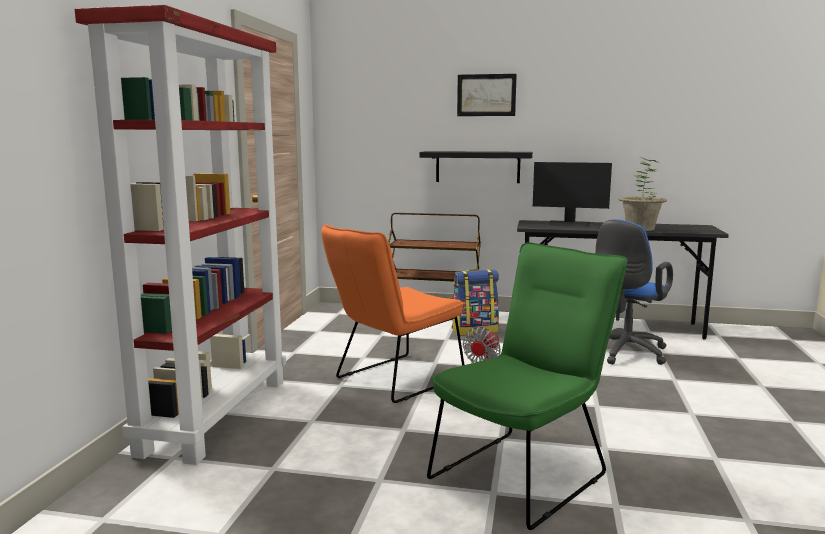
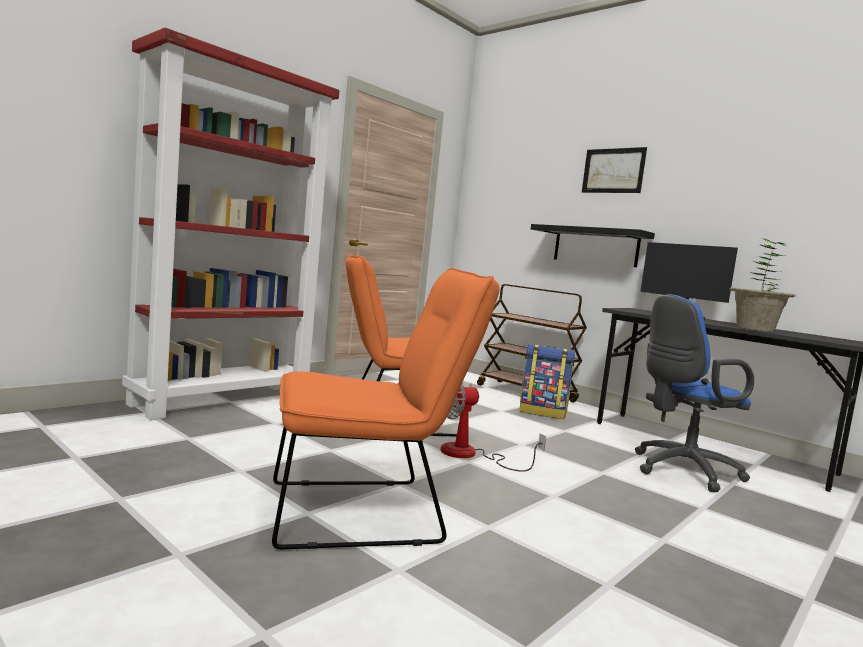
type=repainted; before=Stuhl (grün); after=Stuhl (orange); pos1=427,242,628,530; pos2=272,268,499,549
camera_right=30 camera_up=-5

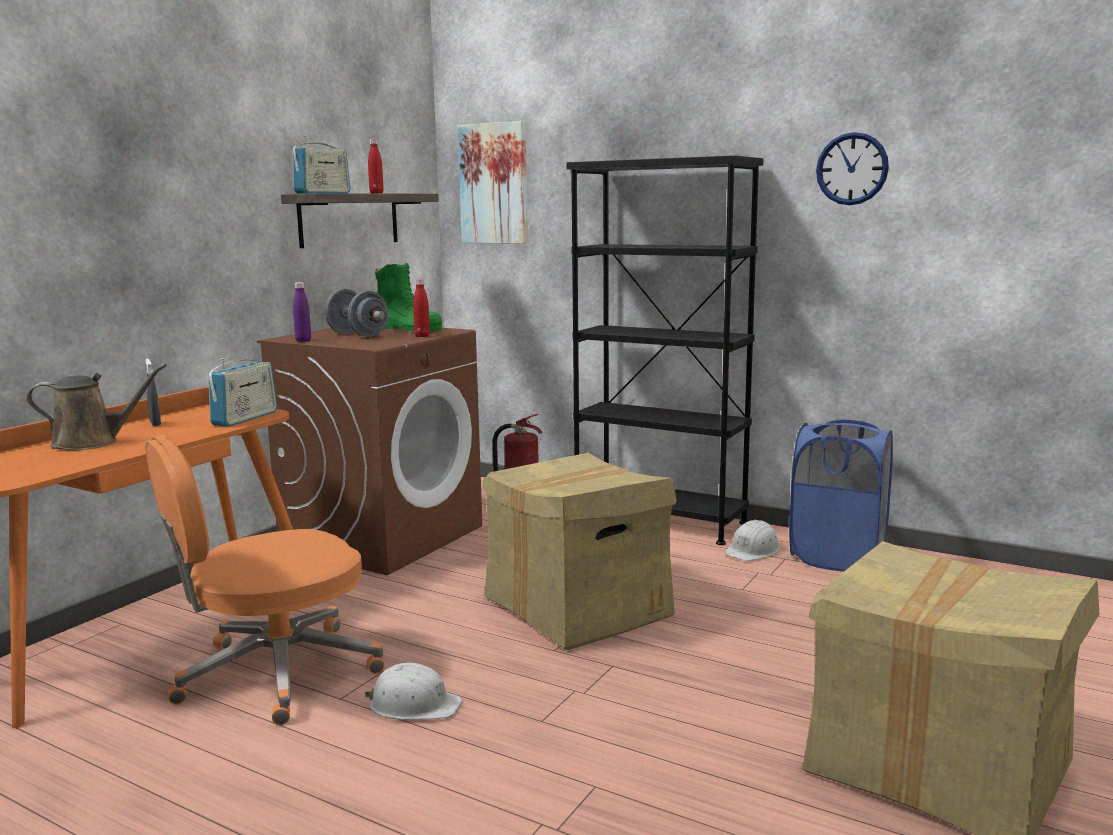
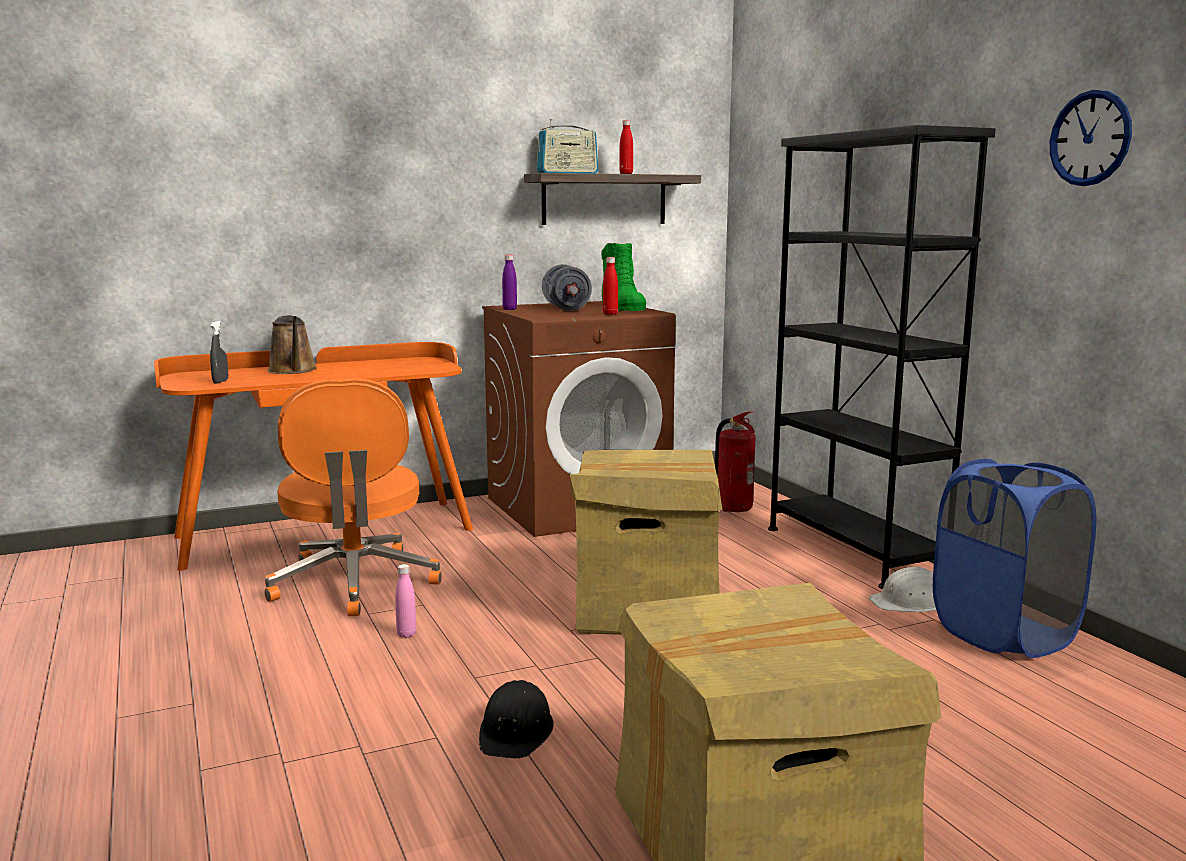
type=gone; before=Bild; pos1=458,121,528,244
type=gone; before=Radio; pos1=208,358,277,427
type=shifted; before=Sprühflasche (grau); pos1=146,359,161,426; pos2=210,321,228,383
type=rotated; before=Gießkanne (braun); pos1=27,364,167,450; pos2=268,315,317,374; turn=45
type=rotated; before=Bürostuhl (orange); pos1=145,435,384,725; pos2=264,378,442,616; turn=-105
type=swapped; before=Schutzhelm (weiß); after=Flasche (rosa); pos1=365,663,462,720; pos2=395,564,416,638
type=new; after=Schutzhelm (schwarz); pos2=479,680,554,758
camera_right=35 camera_up=0

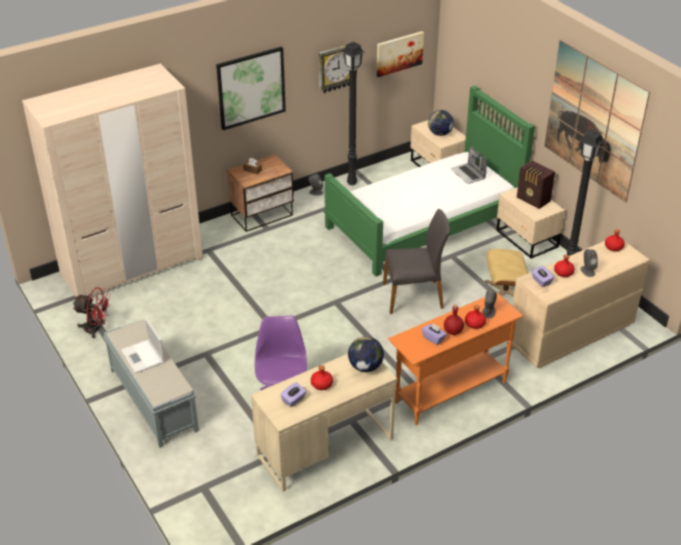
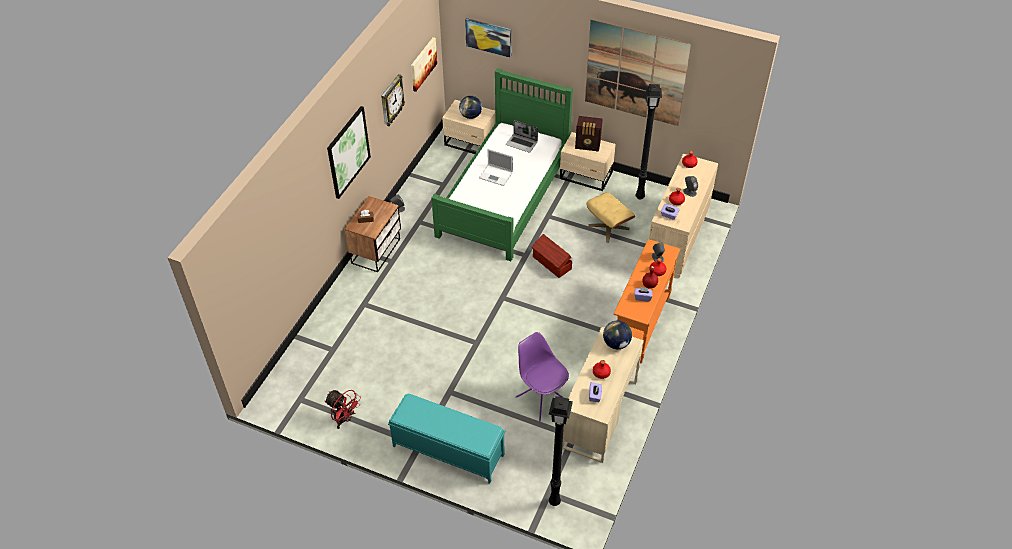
type=shifted; before=Stehlampe (schwarz); pos1=341,42,364,185; pos2=549,396,573,506
type=gone; before=Kleiderschrank (beige); pos1=22,63,203,297
type=swapped; before=Stuhl (grau); after=Aufbewahrungsbox (braun); pos1=383,209,450,314; pos2=531,234,572,278
type=rotated; before=Ventilator (rot); pos1=73,287,110,338; pos2=325,390,361,429; turn=60
type=shifted; before=Laptop; pos1=121,318,165,373; pos2=479,149,513,186
type=repainted; before=Bank (grau); after=Bank (türkis); pos1=103,320,199,448; pos2=388,394,506,484
type=new; after=Bild; pos2=465,18,511,58
camera_right=-35 camera_up=10

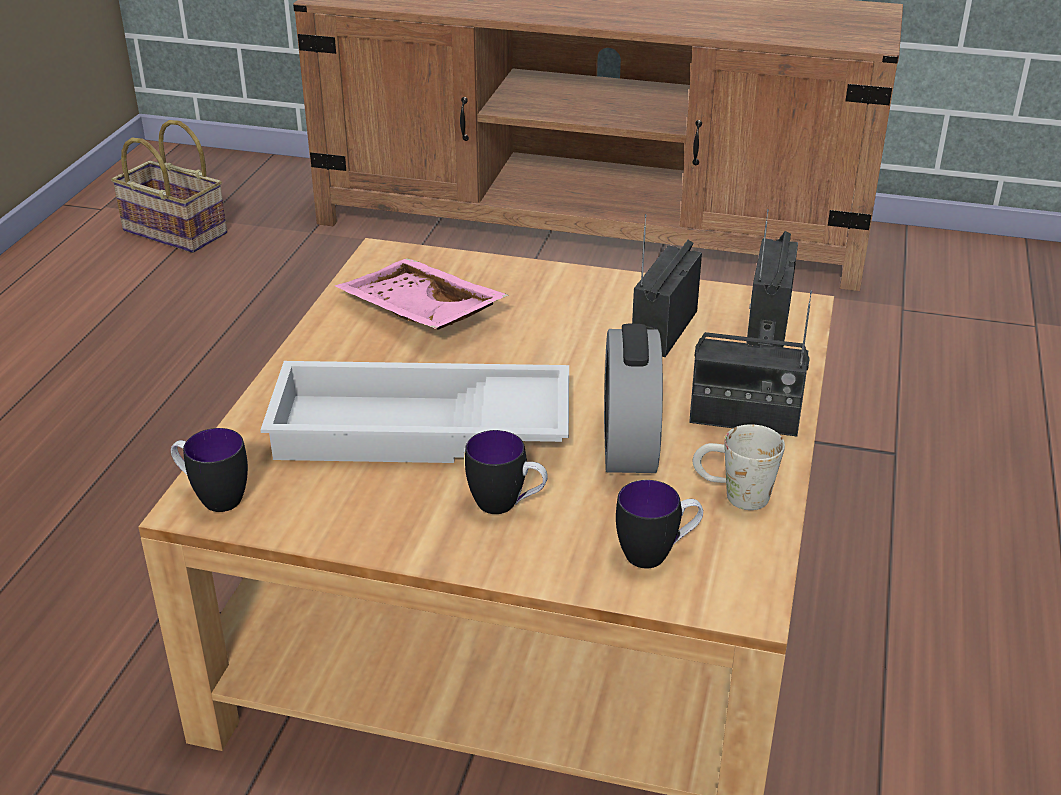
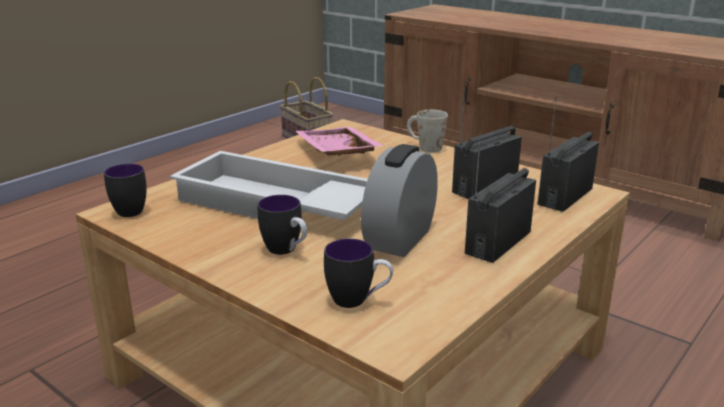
type=rotated; before=Radio; pos1=689,290,812,436; pos2=465,132,536,263; turn=90
type=shifted; before=Henkelbecher (weiß); pos1=693,424,785,510; pos2=407,110,448,153
camera_right=25 camera_up=-10

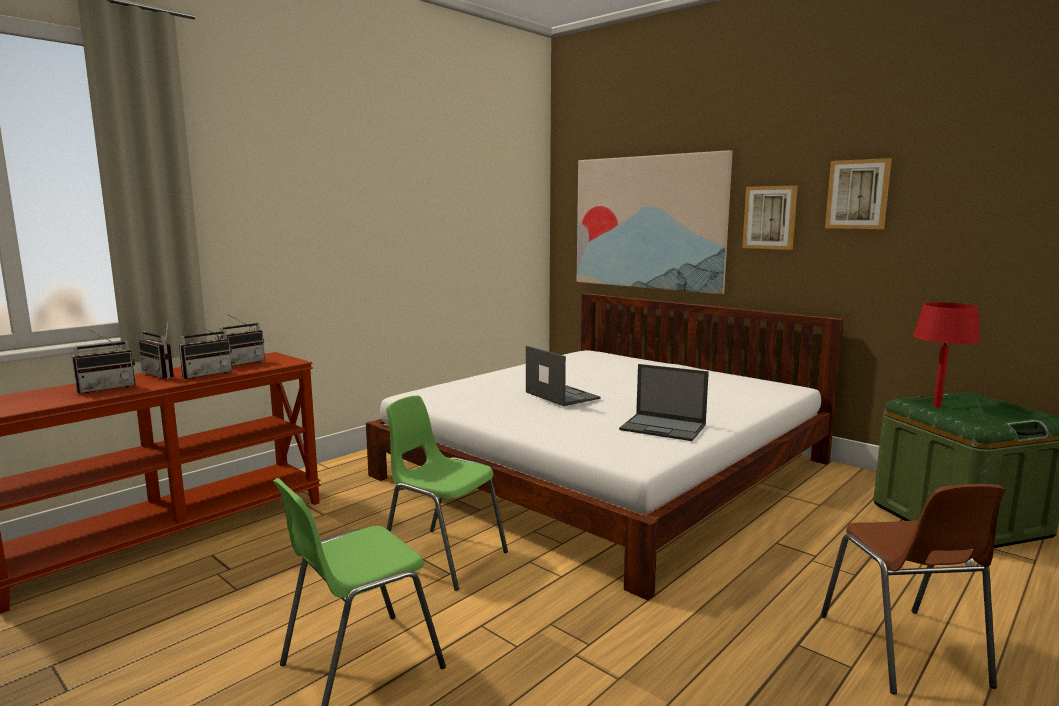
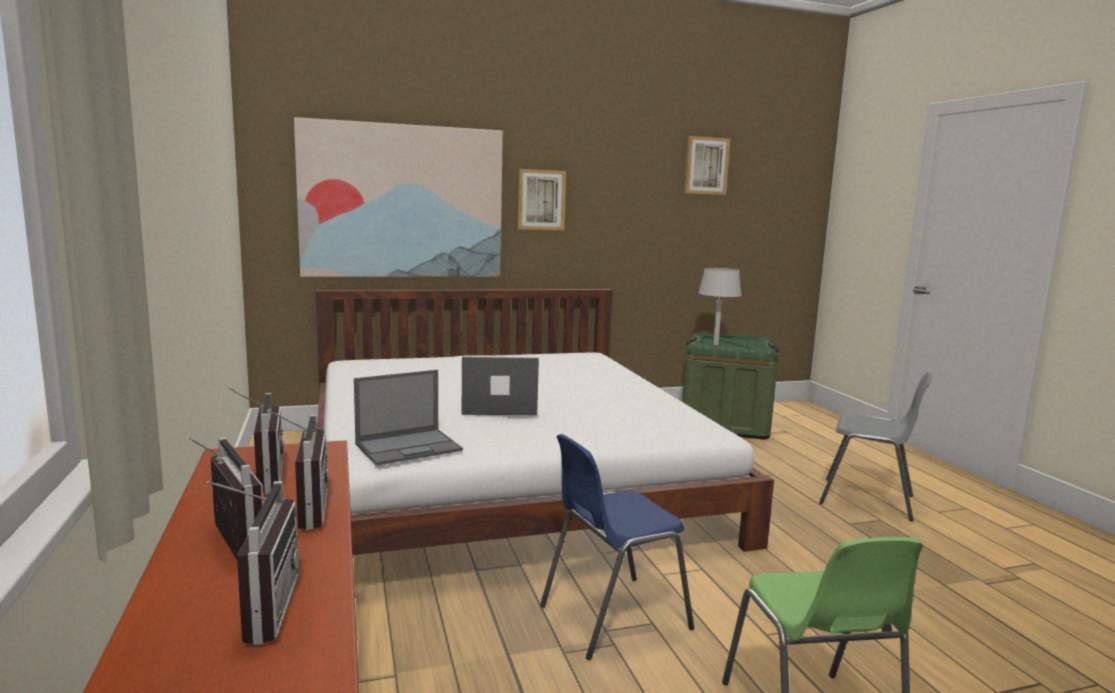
type=shifted; before=Bild; pos1=825,158,892,229; pos2=684,136,730,195
type=repainted; before=Tischlampe (rot); after=Tischlampe (grau); pos1=913,302,980,407; pos2=699,268,742,346
type=rotated; before=Radio; pos1=138,319,174,379; pos2=187,437,264,559; turn=-105
type=shifted; before=Laptop; pos1=619,364,709,441; pos2=354,370,463,466
type=repainted; before=Stuhl (grün); after=Stuhl (blau); pos1=386,395,508,591; pos2=540,434,694,660
type=repainted; before=Stuhl (braun); after=Stuhl (grau); pos1=821,484,1005,694; pos2=819,372,932,521
camera_right=-60 camera_up=0

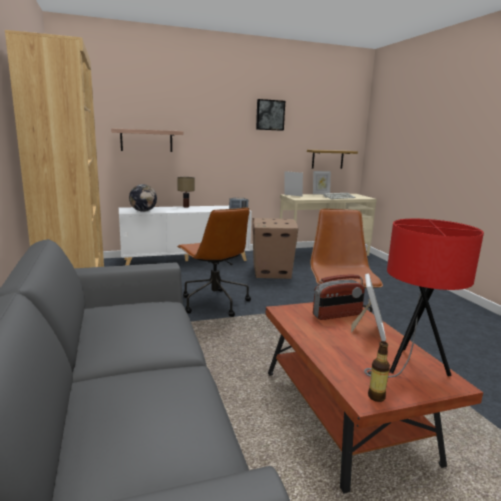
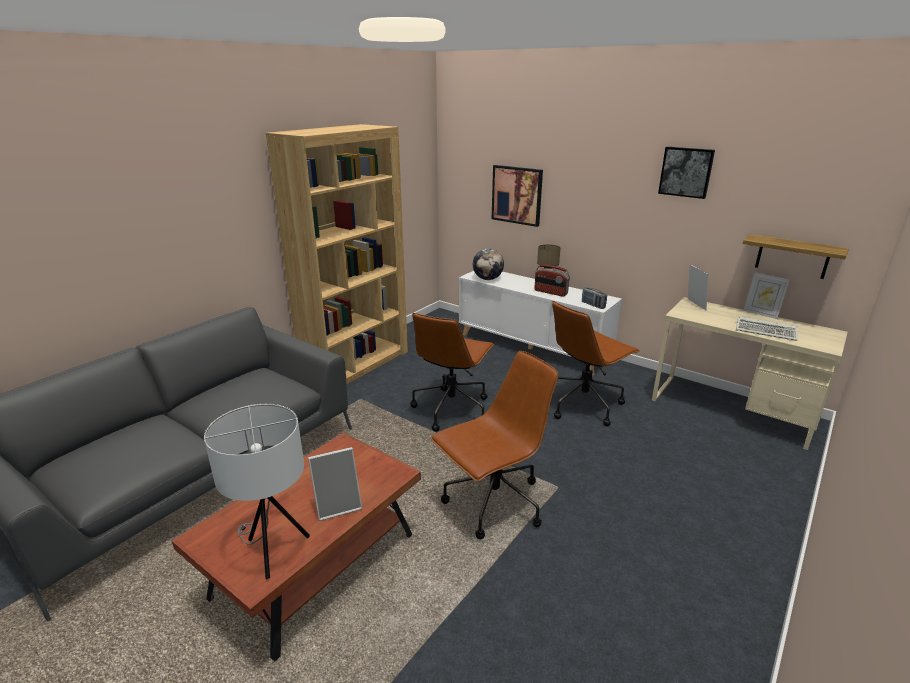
type=swapped; before=Wandregal; after=Bild; pos1=111,128,183,152; pos2=492,165,543,227
type=swapped; before=Karton; after=Bürostuhl (braun); pos1=253,218,298,279; pos2=552,301,640,426
type=repainted; before=Tischlampe (rot); after=Tischlampe (weiß); pos1=364,219,484,378; pos2=204,404,310,579
type=shifted; before=Radio; pos1=313,275,365,320; pos2=534,264,570,297
type=gone; before=Flasche; pos1=368,341,390,402
camera_right=55 camera_up=10

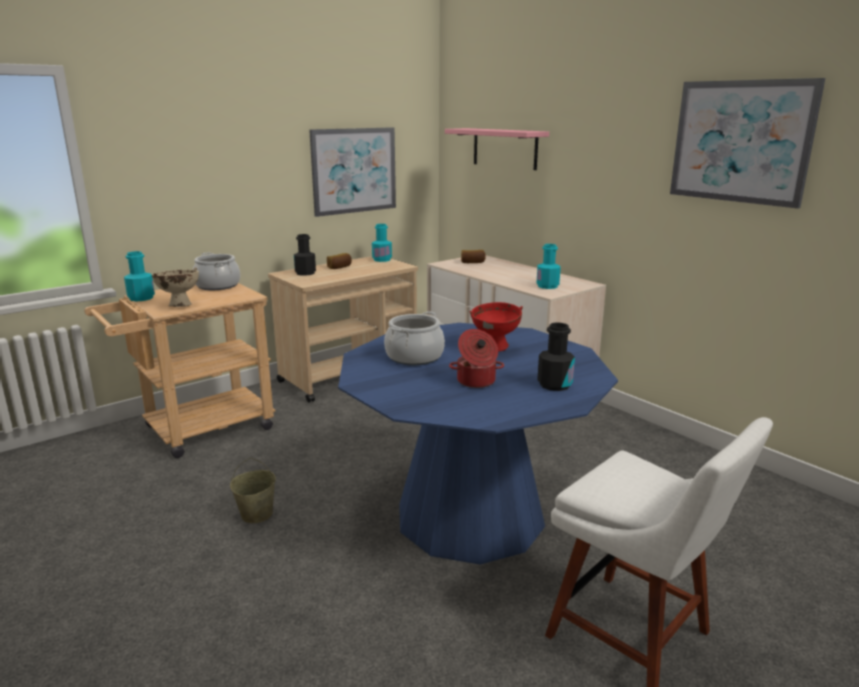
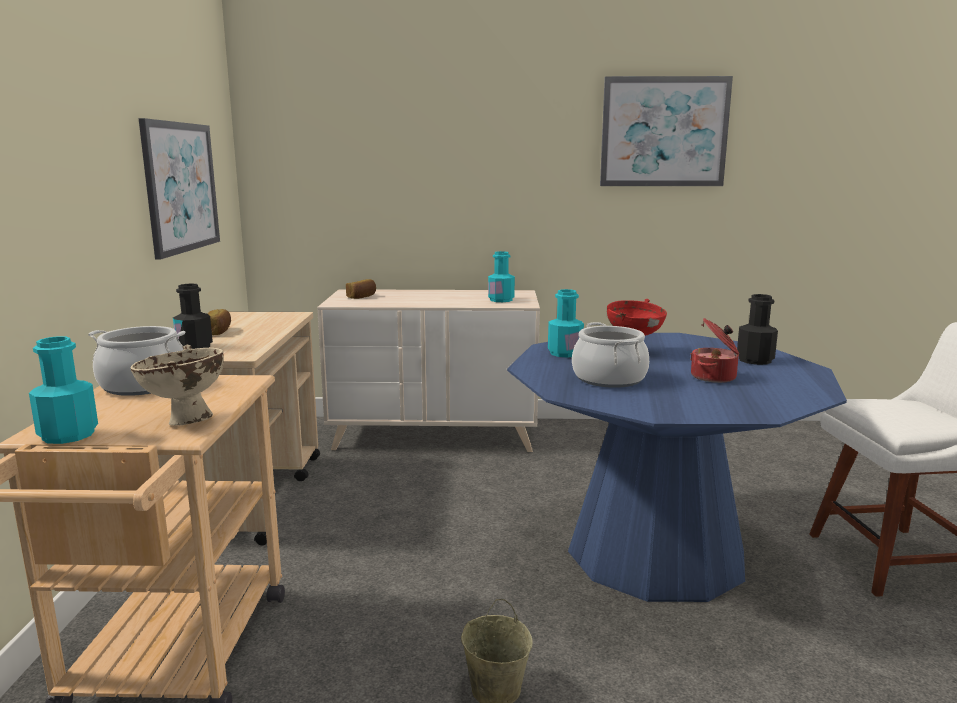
type=gone; before=Wandregal (rosa); pos1=445,128,549,170
type=shifted; before=Flasche (türkis); pos1=372,224,392,262; pos2=548,289,584,358
camera_right=-50 camera_up=-5

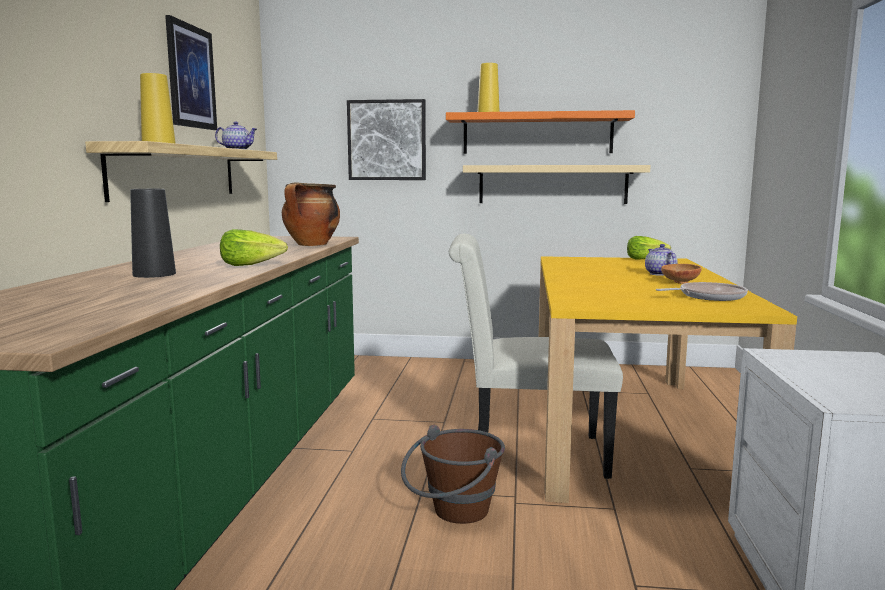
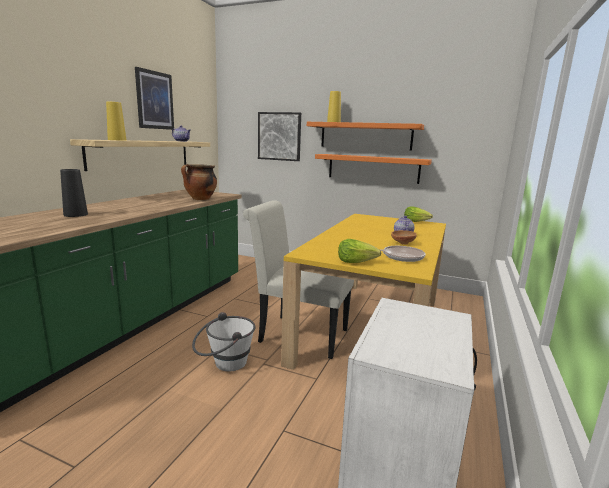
type=repainted; before=Wandregal (beige); after=Wandregal (orange); pos1=463,165,651,204; pos2=315,154,432,184
type=shifted; before=Salatkopf; pos1=220,229,288,266; pos2=338,239,381,263
type=repainted; before=Eimer (braun); after=Eimer (weiß); pos1=401,425,505,524; pos2=192,312,256,371
camera_right=15 camera_up=5

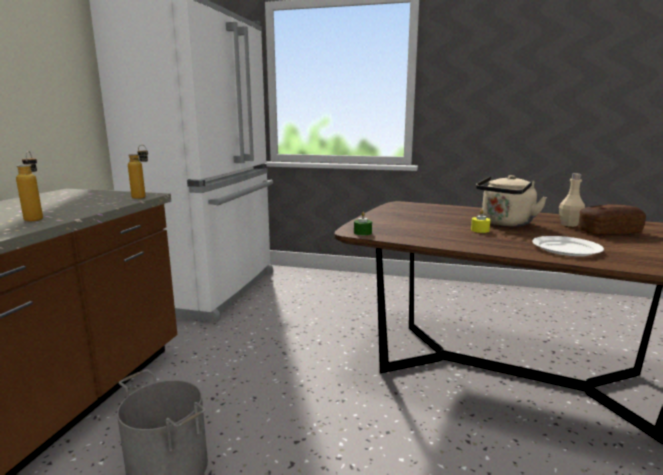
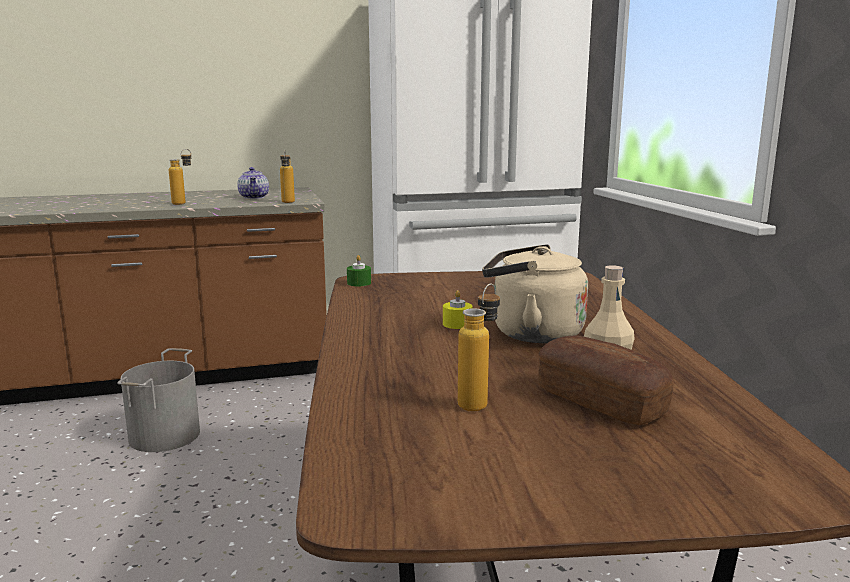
type=gone; before=Teller (weiß); pos1=532,236,604,256
type=new; after=Teekanne; pos2=237,167,269,199
type=new; after=Flasche; pos2=458,283,500,411
camera_right=60 camera_up=0

